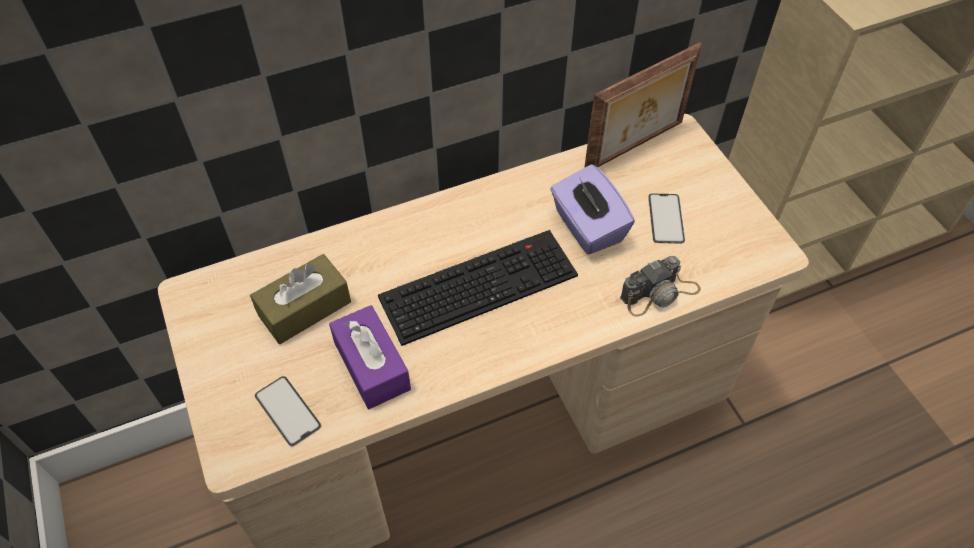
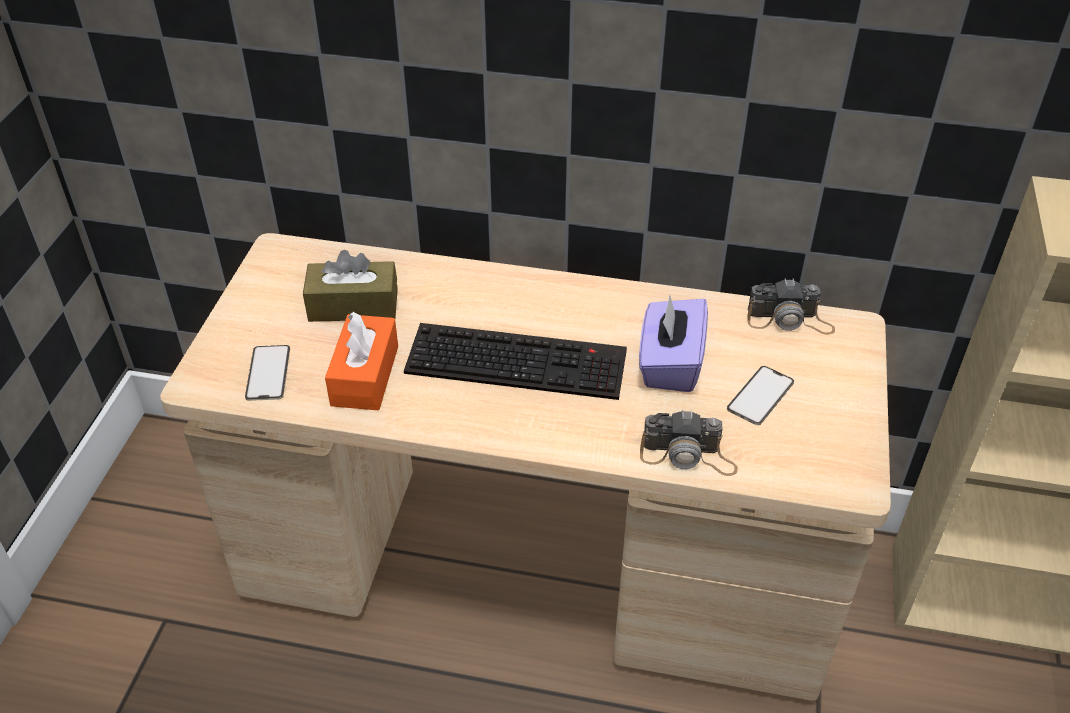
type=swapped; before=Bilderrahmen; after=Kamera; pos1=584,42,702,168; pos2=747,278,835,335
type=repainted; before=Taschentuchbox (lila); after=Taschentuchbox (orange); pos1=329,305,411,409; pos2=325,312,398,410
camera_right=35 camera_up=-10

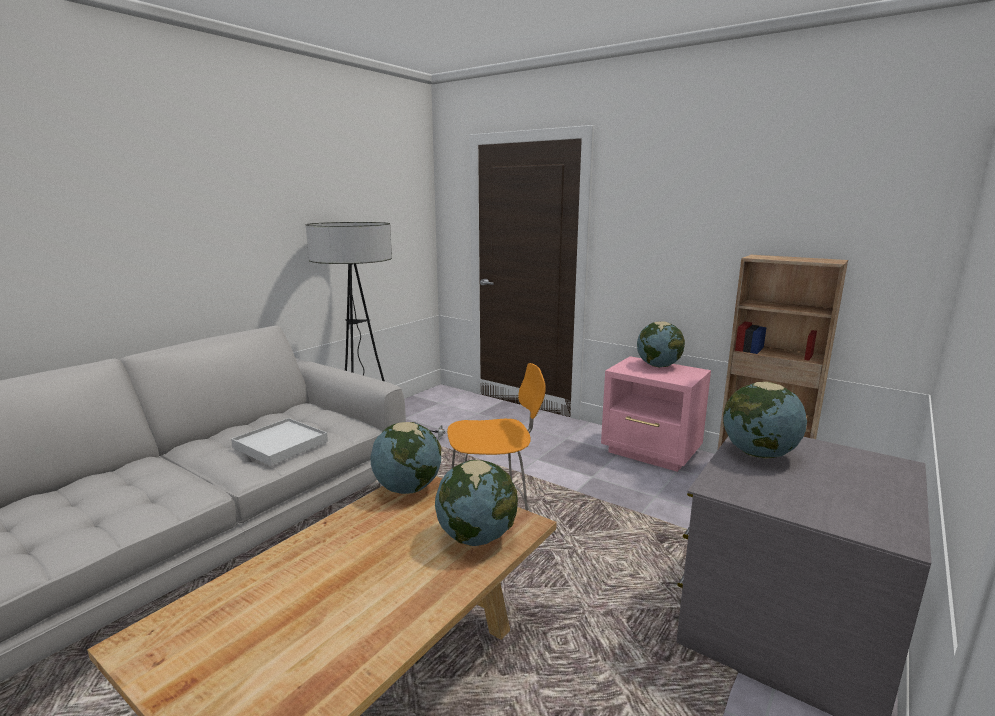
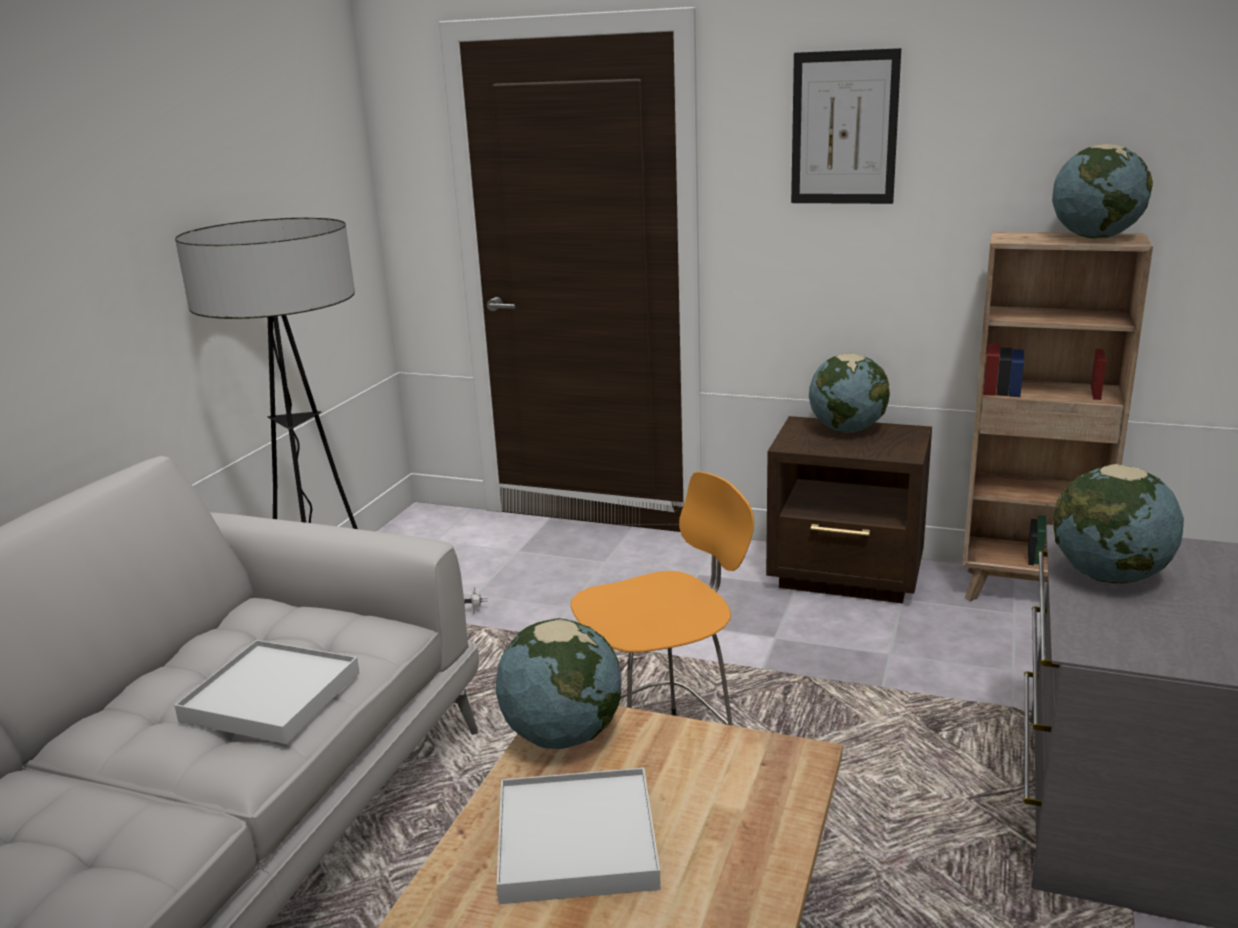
type=repainted; before=Nachttisch (rosa); after=Nachttisch (braun); pos1=601,356,711,472; pos2=766,416,932,603
type=shifted; before=Globus; pos1=435,460,518,546; pos2=1052,144,1153,239
type=new; after=Bild; pos2=791,48,901,204
type=new; after=Tablett (weiß); pos2=497,768,661,904
camera_right=-15 camera_up=5

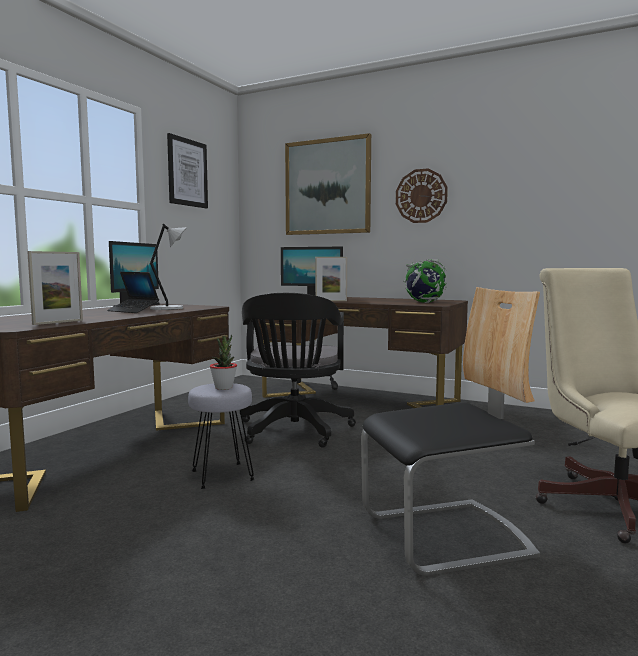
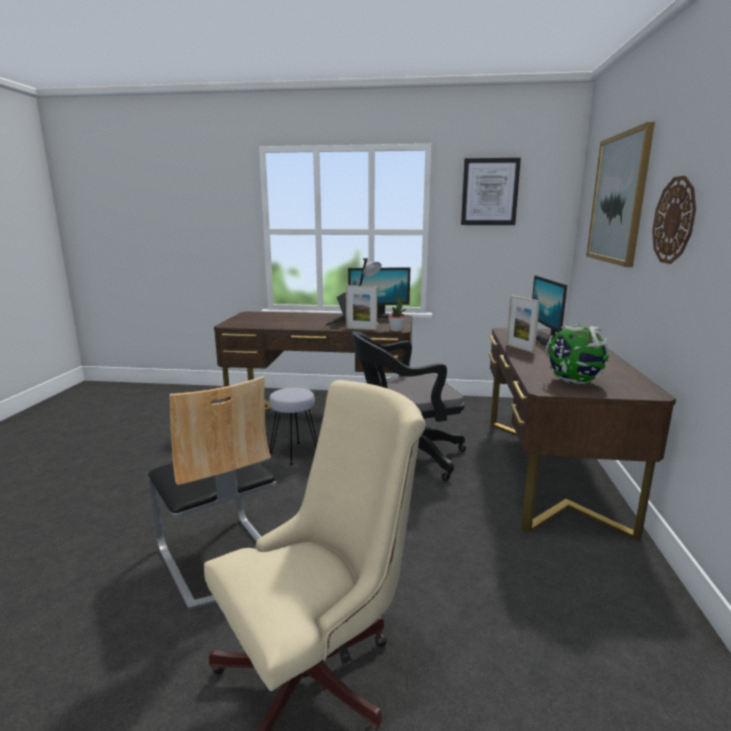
type=shifted; before=Bilderrahmen; pos1=27,251,83,325; pos2=346,285,377,330
type=shifted; before=Topfpflanze; pos1=210,335,237,390; pos2=388,296,406,331
camera_right=70 camera_up=10

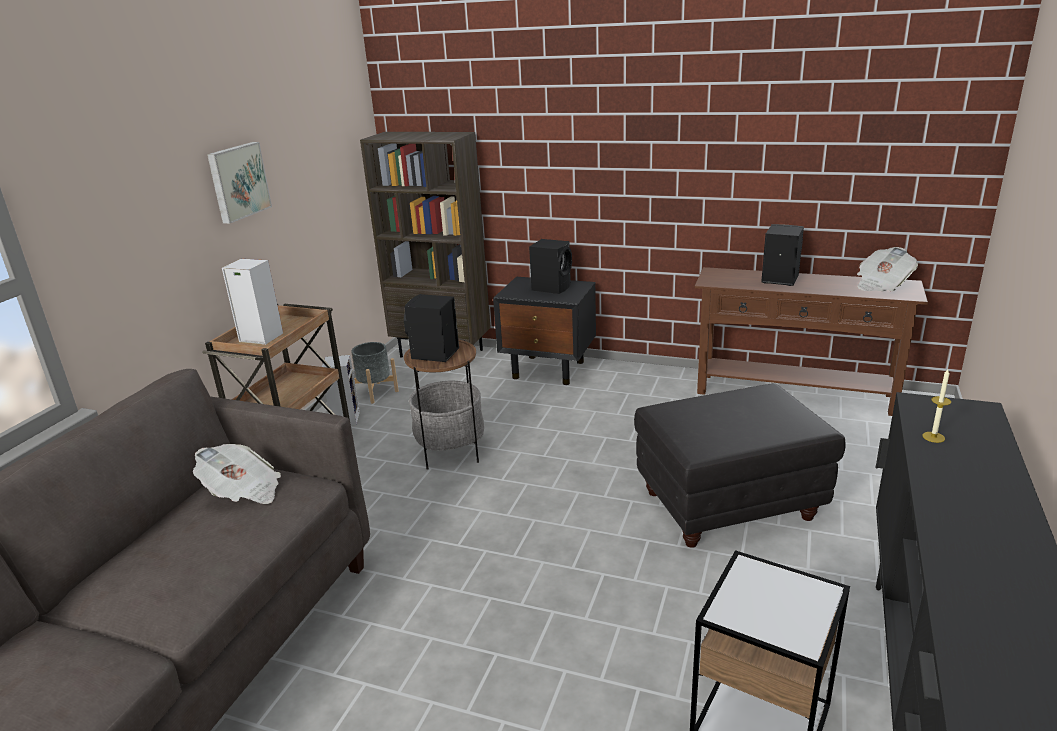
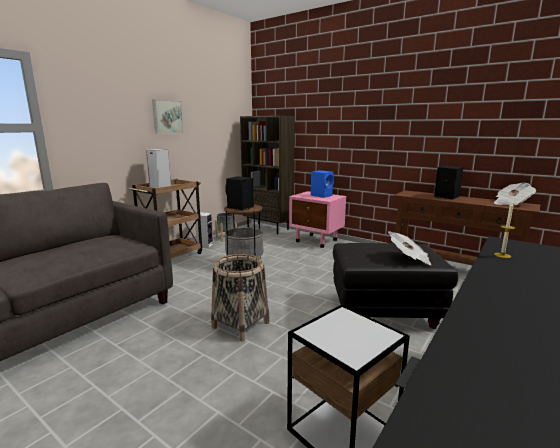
type=repainted; before=Lautsprecher (schwarz); after=Lautsprecher (blau); pos1=529,239,572,294; pos2=311,170,334,198
type=repainted; before=Nachttisch (schwarz); after=Nachttisch (rosa); pos1=493,277,596,385; pos2=289,191,346,248
type=shifted; before=Zeitung; pos1=193,444,281,504; pos2=388,231,431,265
type=new; after=Korb; pos2=211,254,270,341
camera_right=15 camera_up=-10

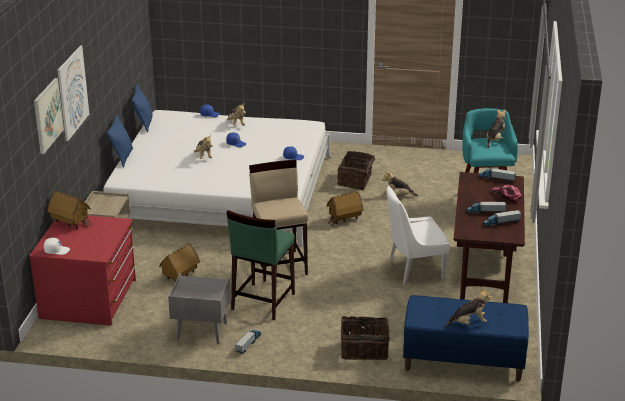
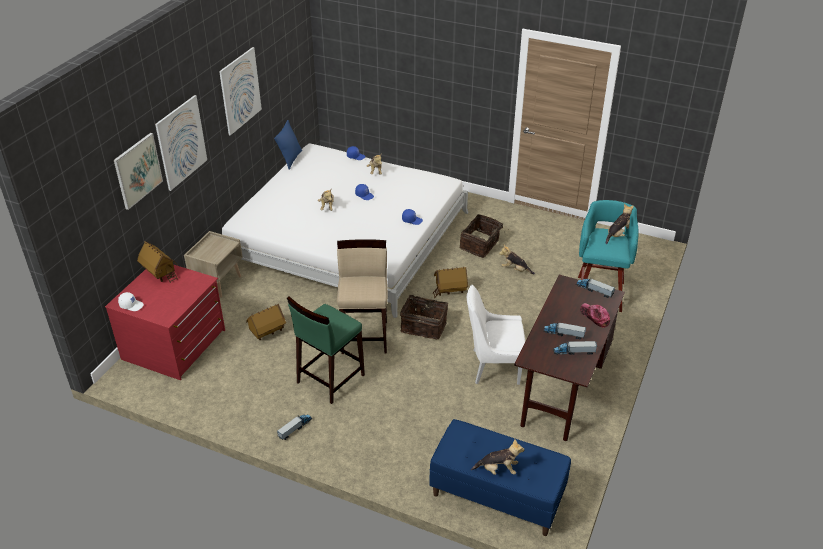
type=gone; before=Kissen (blau); pos1=107,115,133,167
type=gone; before=Nachttisch (grau); pos1=168,273,231,344
type=shifted; before=Korb; pos1=341,316,390,360; pos2=400,291,448,339
type=new; after=Bild; pos2=219,47,262,136
camera_right=15 camera_up=10

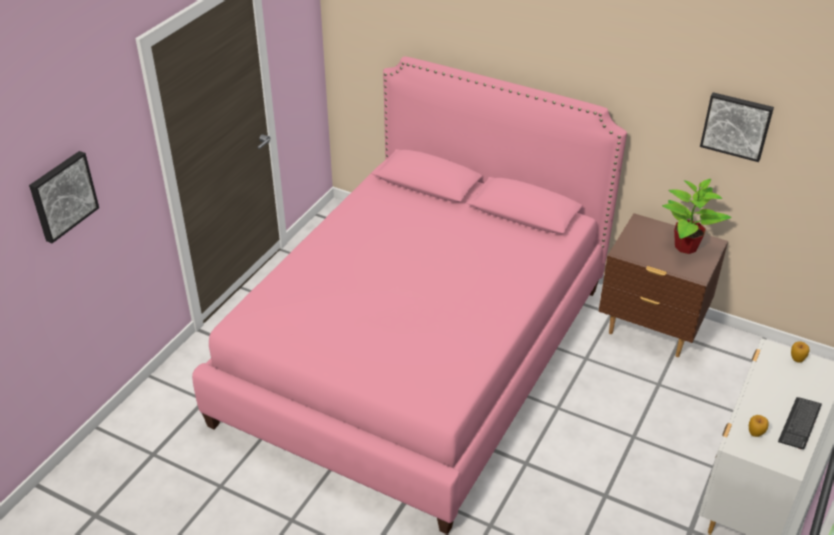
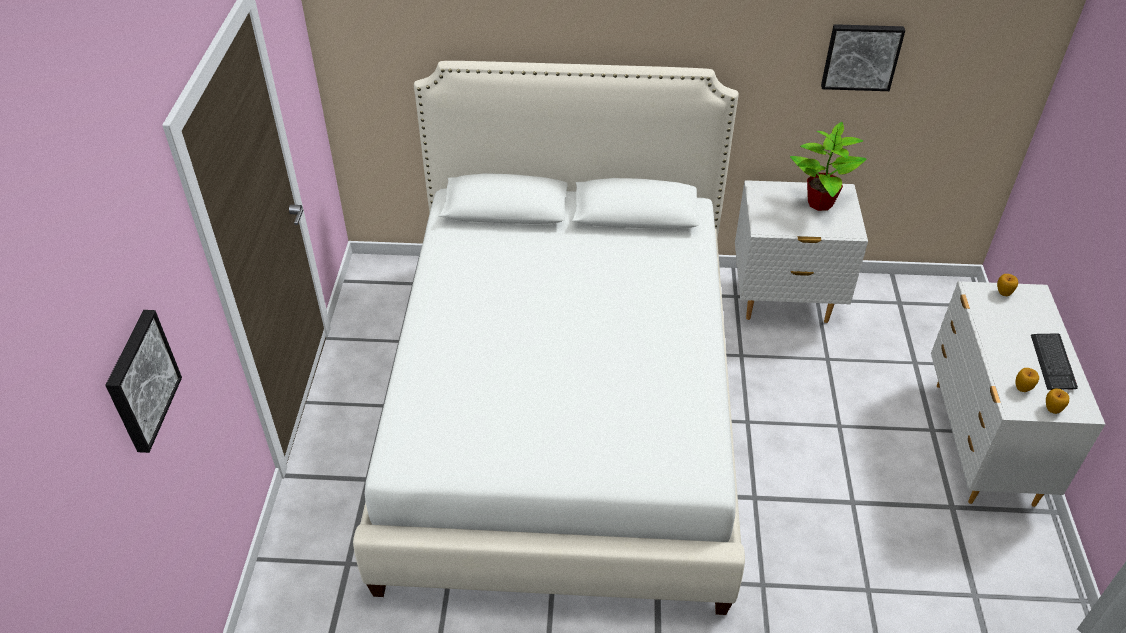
type=repainted; before=Bett (rosa); after=Bett (weiß); pos1=192,56,627,535; pos2=353,61,745,615
type=repainted; before=Nachttisch (braun); after=Nachttisch (weiß); pos1=599,213,728,357; pos2=735,180,868,323
type=new; after=Apfel; pos2=1046,388,1069,414
camera_right=-25 camera_up=5

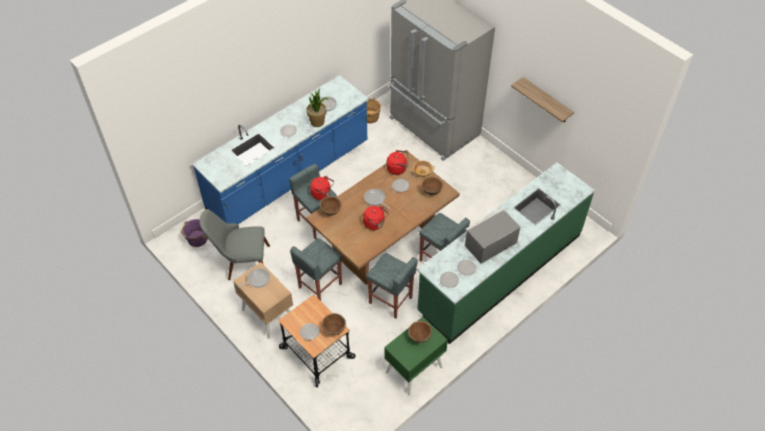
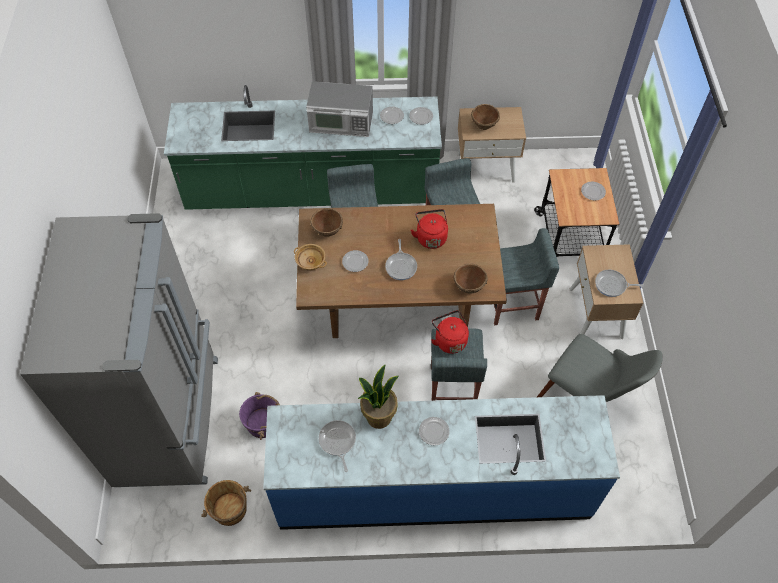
type=gone; before=Wandregal; pos1=511,77,574,123
type=gone; before=Wasserkessel (rot); pos1=387,150,408,175
type=shifted; before=Eimer (lila); pos1=181,219,208,247; pos2=239,392,280,440
type=gone; before=Schüssel (braun); pos1=322,313,346,335
type=repainted; before=Nachttisch (grün); after=Nachttisch (beige); pos1=384,317,448,395; pos2=457,107,526,183
camera_right=-140 camera_up=5

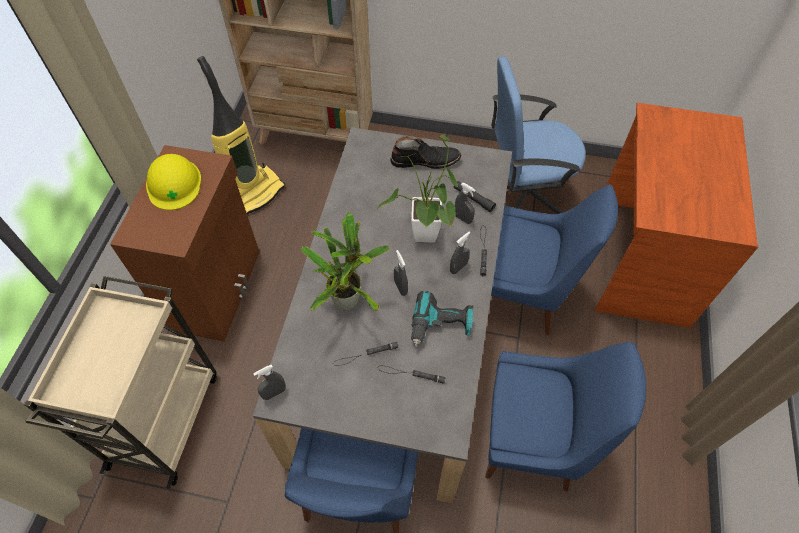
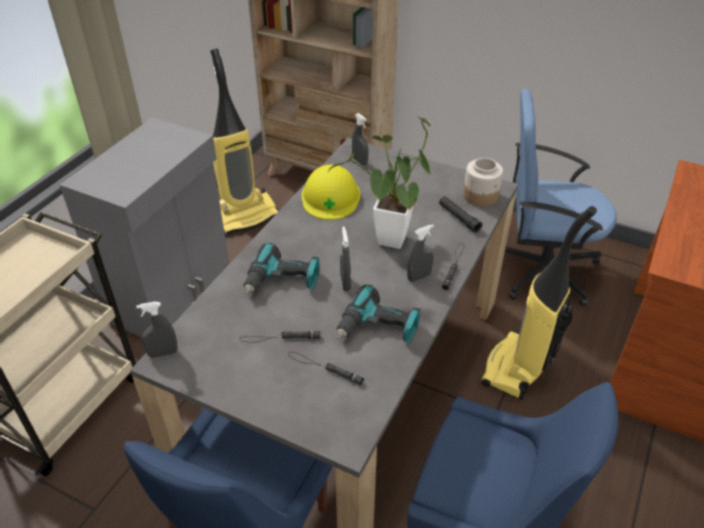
type=gone; before=Stiefel (schwarz); pos1=390,137,461,169
type=repainted; before=Schrank (braun); after=Schrank (grau); pos1=110,145,260,341; pos2=60,118,229,337
type=shifted; before=Schutzhelm (gelb); pos1=146,154,201,210; pos2=301,164,360,220
type=shifted; before=Sprühflasche (grau); pos1=455,183,476,224; pos2=352,113,369,165
type=swapped; before=Stuhl (blau); after=Staubsauger; pos1=491,185,618,336; pos2=481,206,597,400
type=swapped; before=Topfpflanze; after=Bohrmaschine; pos1=301,212,390,312; pos2=243,243,319,294
type=new; after=Vorratsglas; pos2=463,158,503,206
camera_right=15 camera_up=-15

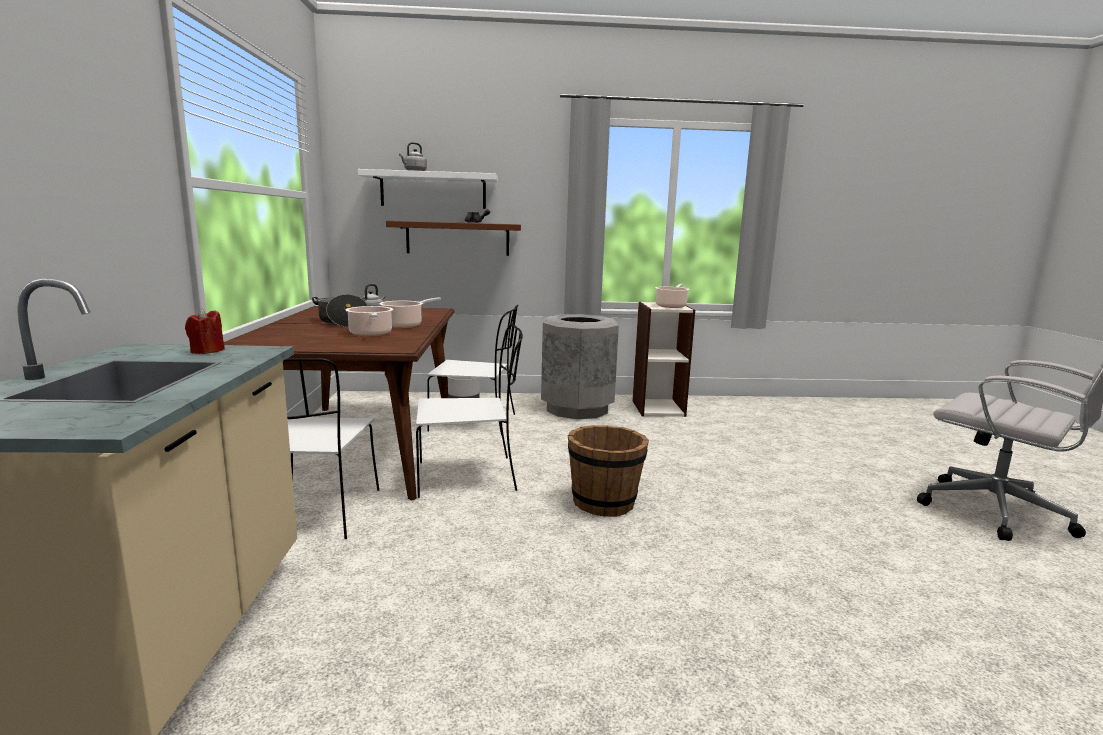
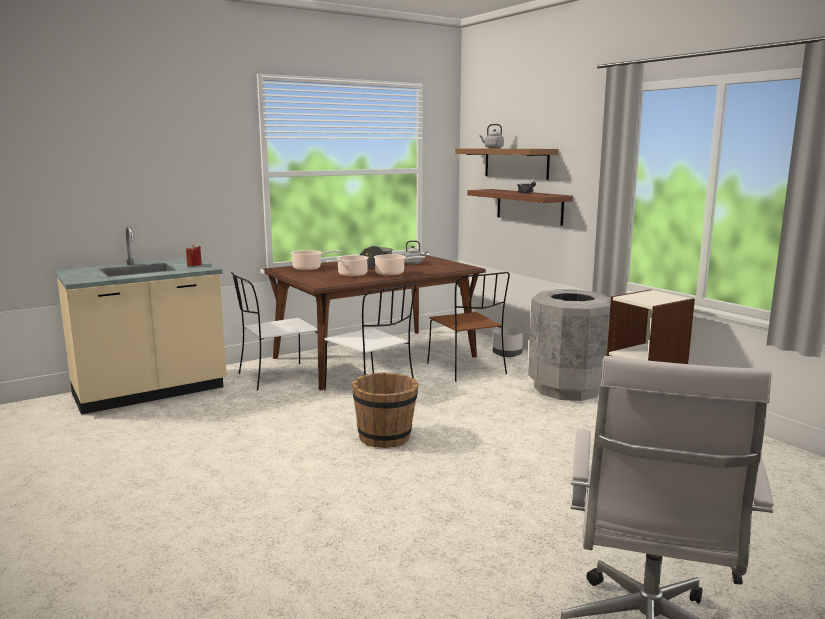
type=repainted; before=Wandregal (weiß); after=Wandregal (braun); pos1=358,169,498,209; pos2=455,149,558,180
type=shifted; before=Kochtopf; pos1=655,284,690,308; pos2=291,250,341,270
type=repainted; before=Stuhl (weiß); after=Stuhl (braun); pos1=427,305,518,436; pos2=427,272,510,382
camera_right=60 camera_up=0

